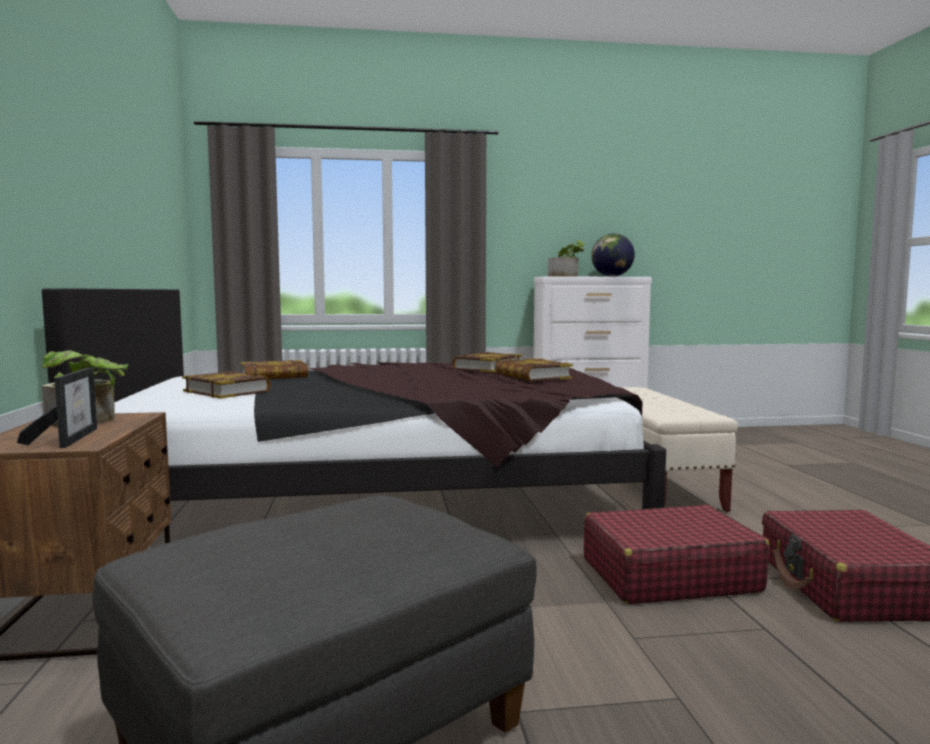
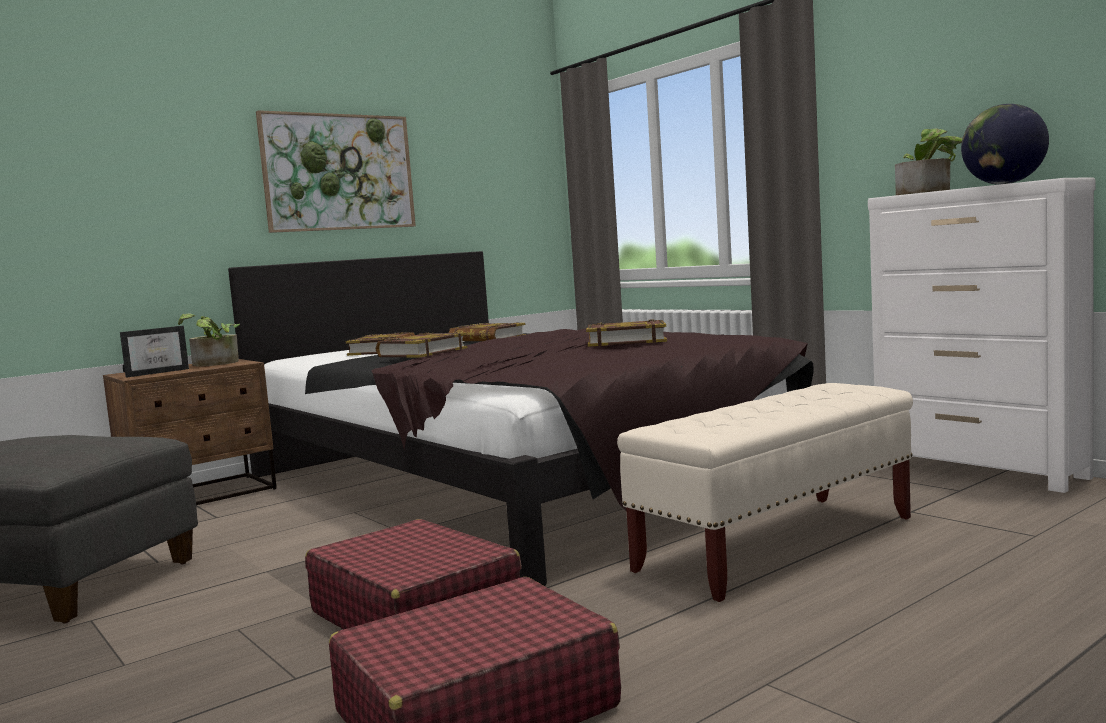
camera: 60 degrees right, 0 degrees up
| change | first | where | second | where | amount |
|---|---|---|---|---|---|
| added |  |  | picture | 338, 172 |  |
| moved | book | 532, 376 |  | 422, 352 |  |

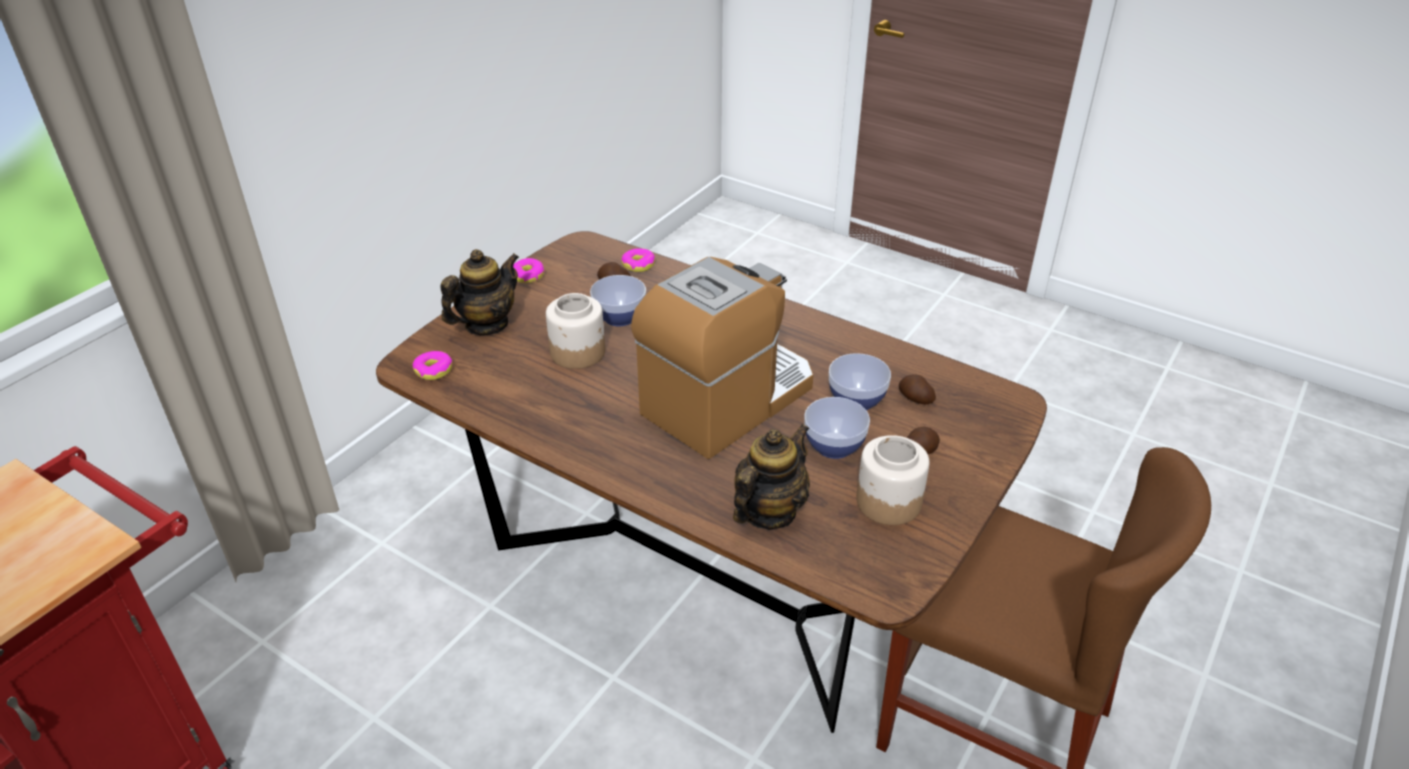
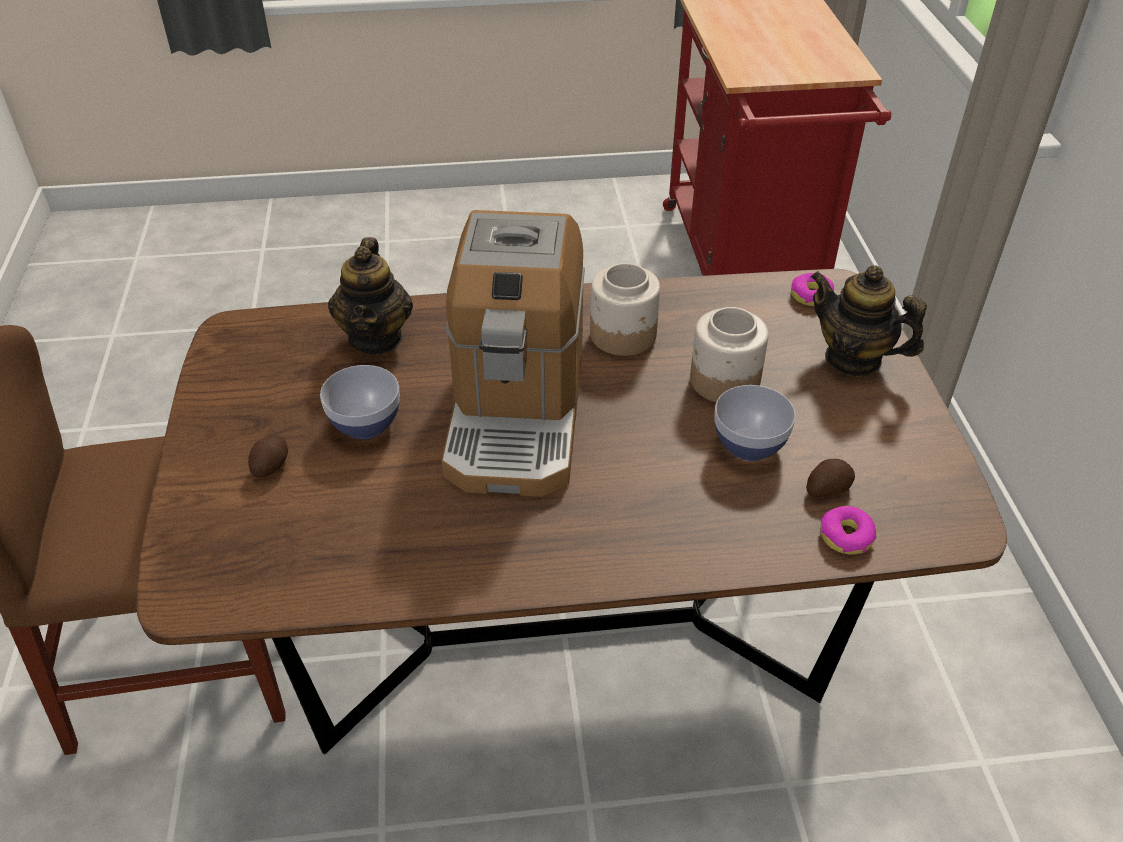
camera: 140 degrees right, 5 degrees up
| change | first | where | second | where | amount |
|---|---|---|---|---|---|
| removed | donut | 528, 276 |  |  |  |
| removed | bowl | 856, 400 |  |  |  |
| removed | potato | 915, 398 |  |  |  |
| moved | jar | 888, 501 |  | 624, 335 |  |
| turned | teapot | 486, 324 |  | 853, 359 | 120 degrees clockwise |

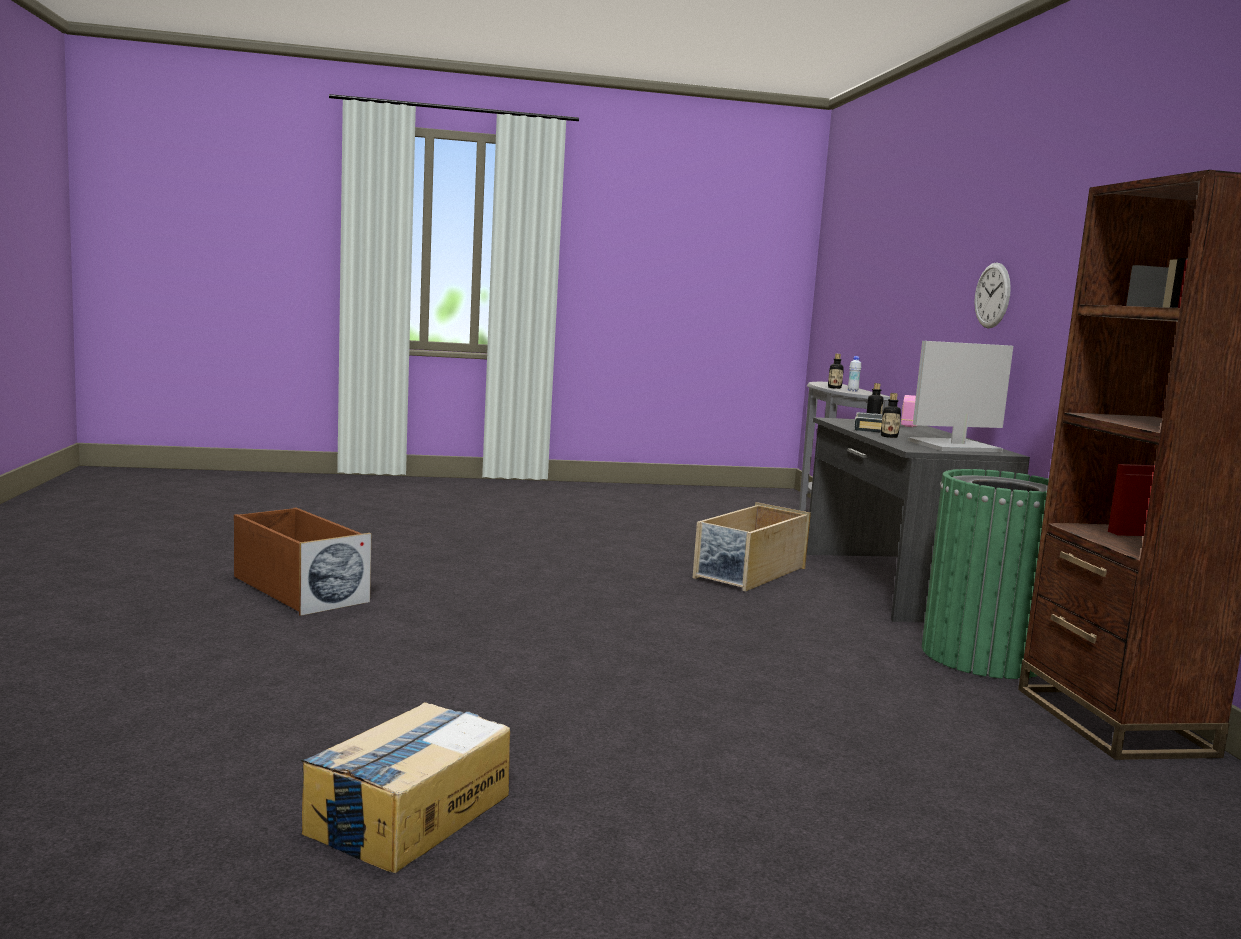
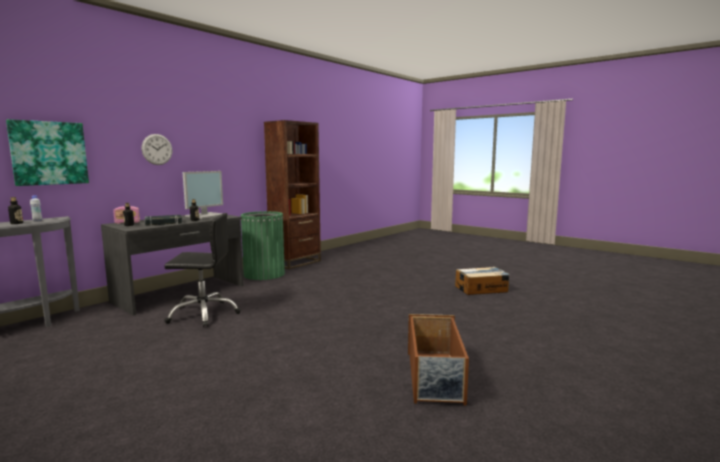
camera: 130 degrees left, 0 degrees up
| change | first | where | second | where | amount |
|---|---|---|---|---|---|
| added |  |  | picture | 49, 153 |  |
| replaced | beige storage box | 749, 573 | black office chair | 203, 314 |  |
| turned | monitor | 953, 446 |  | 206, 216 | 90 degrees counterclockwise |

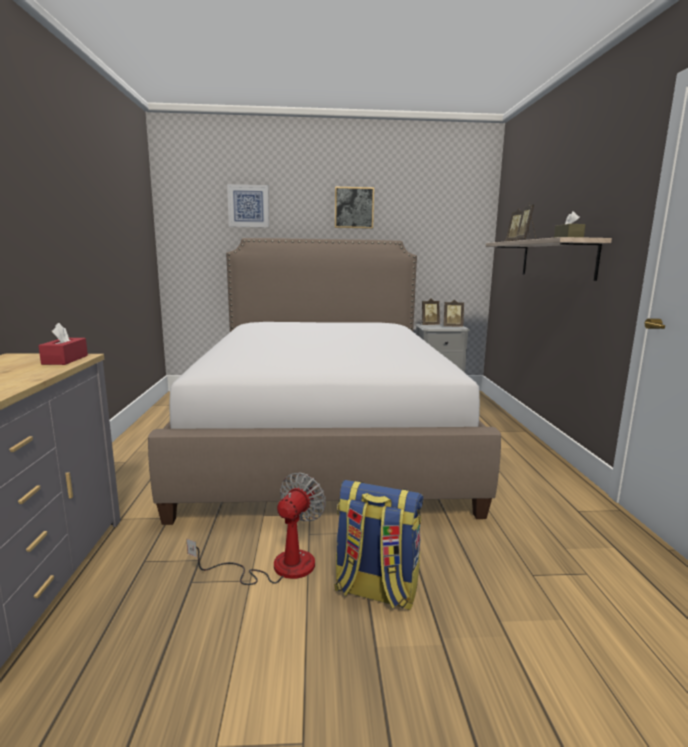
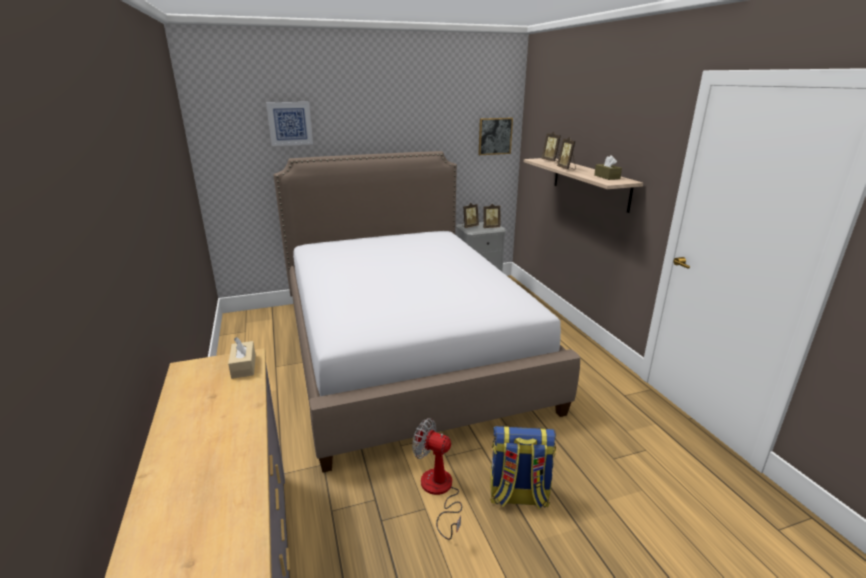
camera: 15 degrees left, 10 degrees up
| change | first | where | second | where | amount |
|---|---|---|---|---|---|
| moved | picture | 354, 207 |  | 495, 136 |  |
| recoloured | red tissue box | 65, 360 | beige tissue box | 243, 366 |  |
| turned | fan | 277, 567 |  | 439, 492 | 75 degrees counterclockwise |

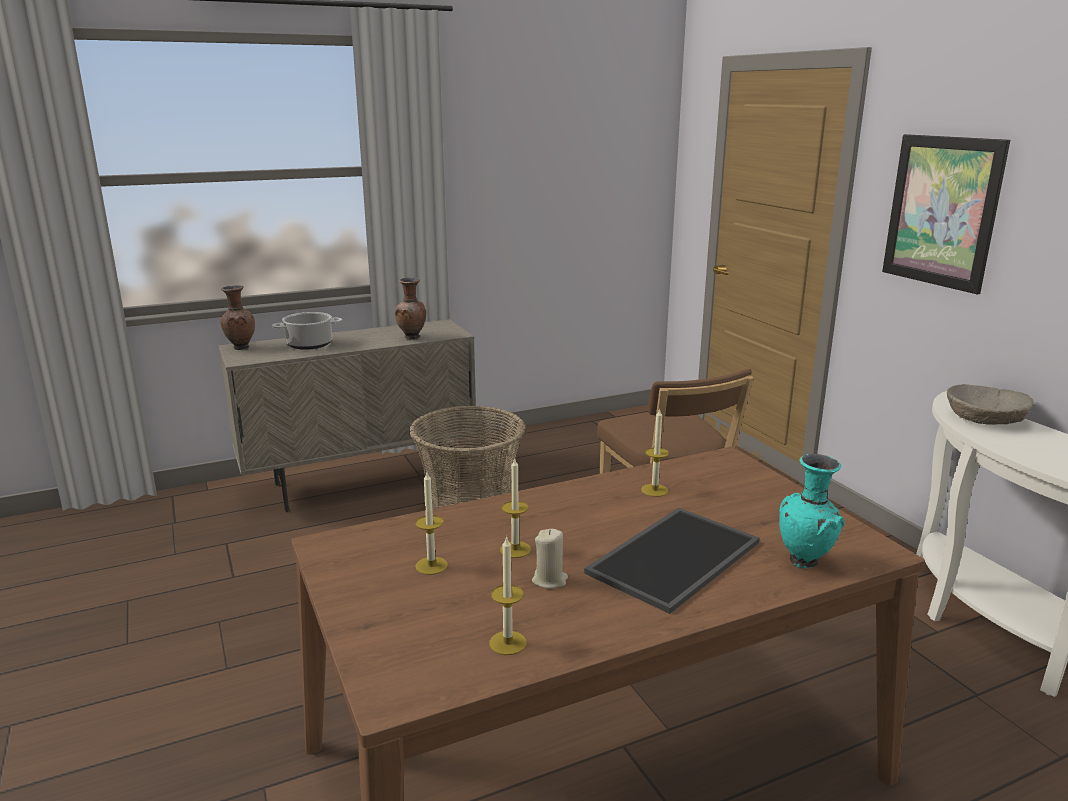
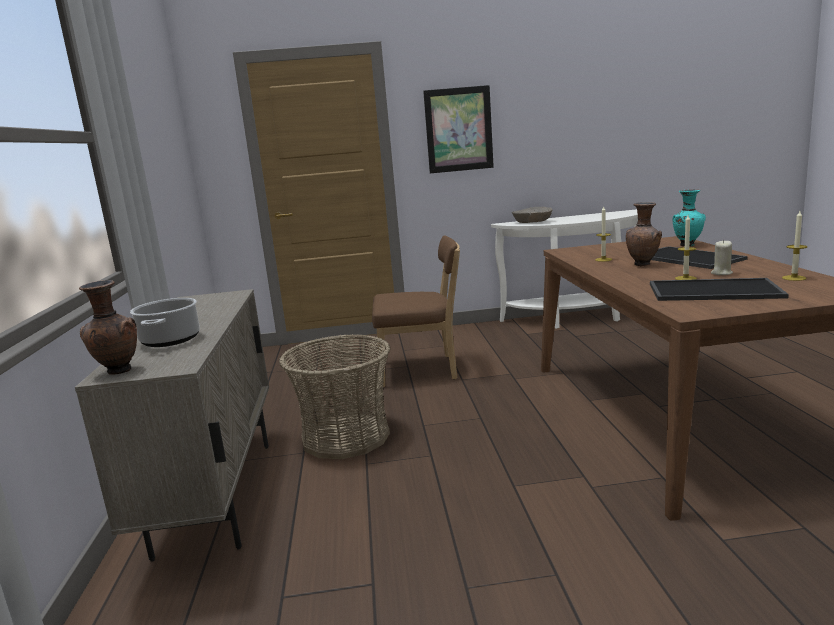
camera: 70 degrees left, 5 degrees down
| change | first | where | second | where | amount |
|---|---|---|---|---|---|
| moved | brown vase | 412, 338 |  | 643, 265 |  |
| replaced | candle | 431, 565 | tray | 712, 291 |  |

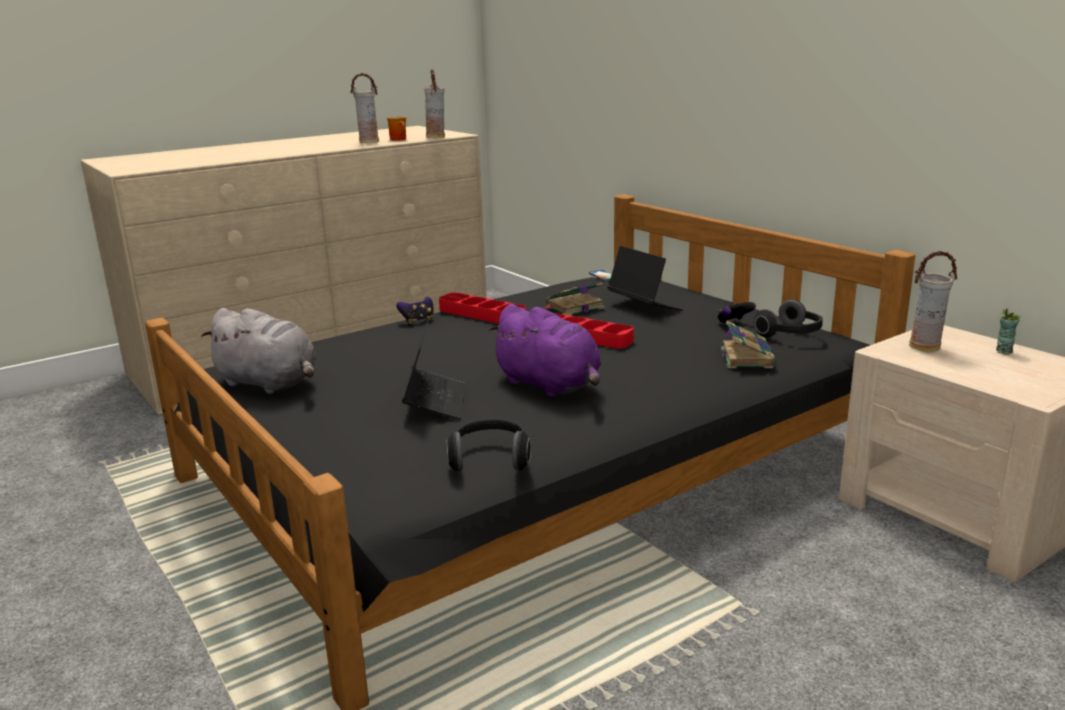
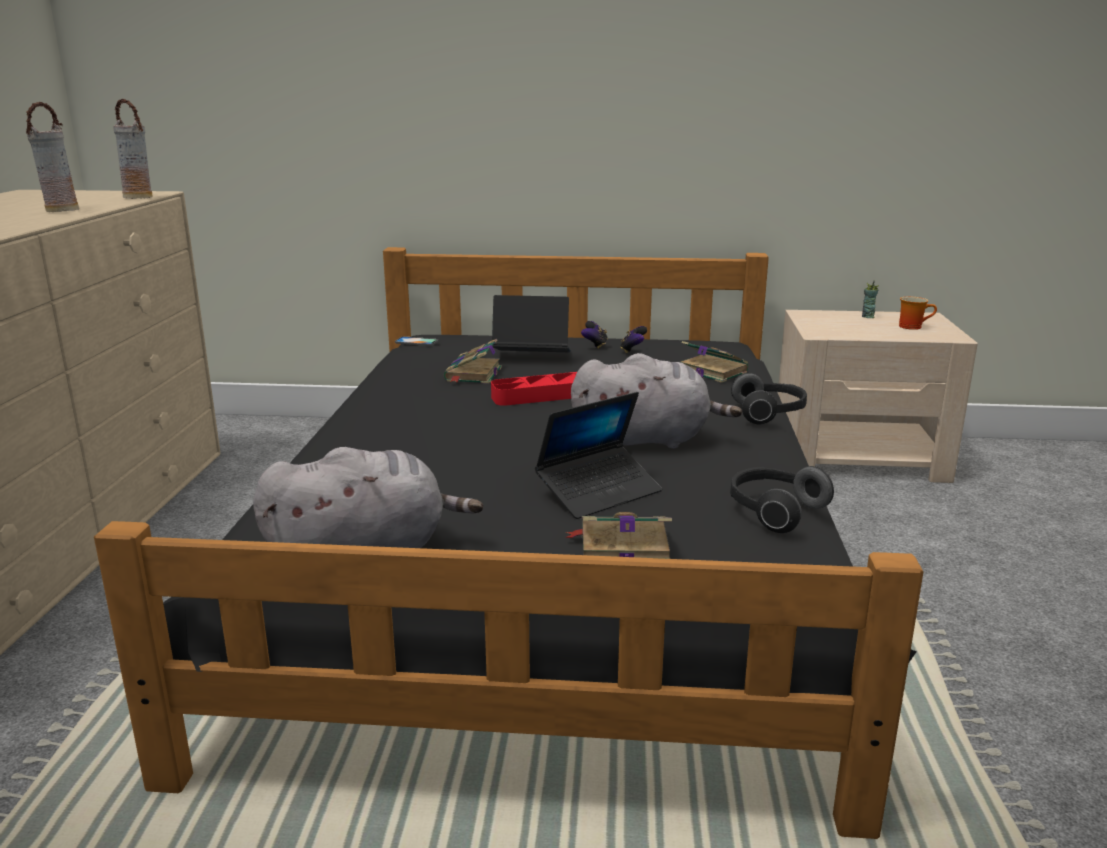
camera: 50 degrees left, 0 degrees up
| change | first | where | second | where | amount |
|---|---|---|---|---|---|
| removed | red tray | 482, 314 |  |  |  |
| removed | vase | 925, 347 |  |  |  |
| added |  |  | book | 621, 547 |  |
| moved | mug | 400, 139 |  | 912, 326 |  |
| moved | game controller | 417, 320 |  | 594, 345 |  |
| moved | headphones | 791, 334 |  | 769, 413 |  |
| recoloured | purple plush toy | 550, 385 | grey plush toy | 646, 440 |  |
| turned | laptop | 435, 402 |  | 599, 492 | 105 degrees clockwise |

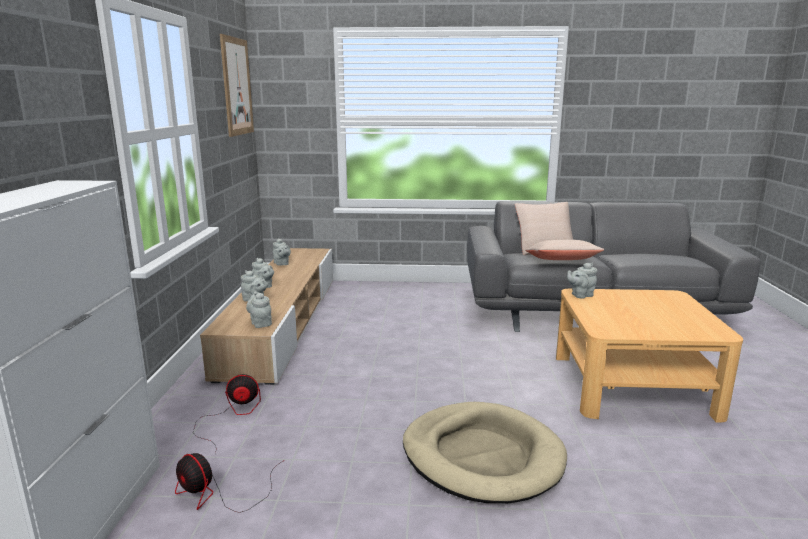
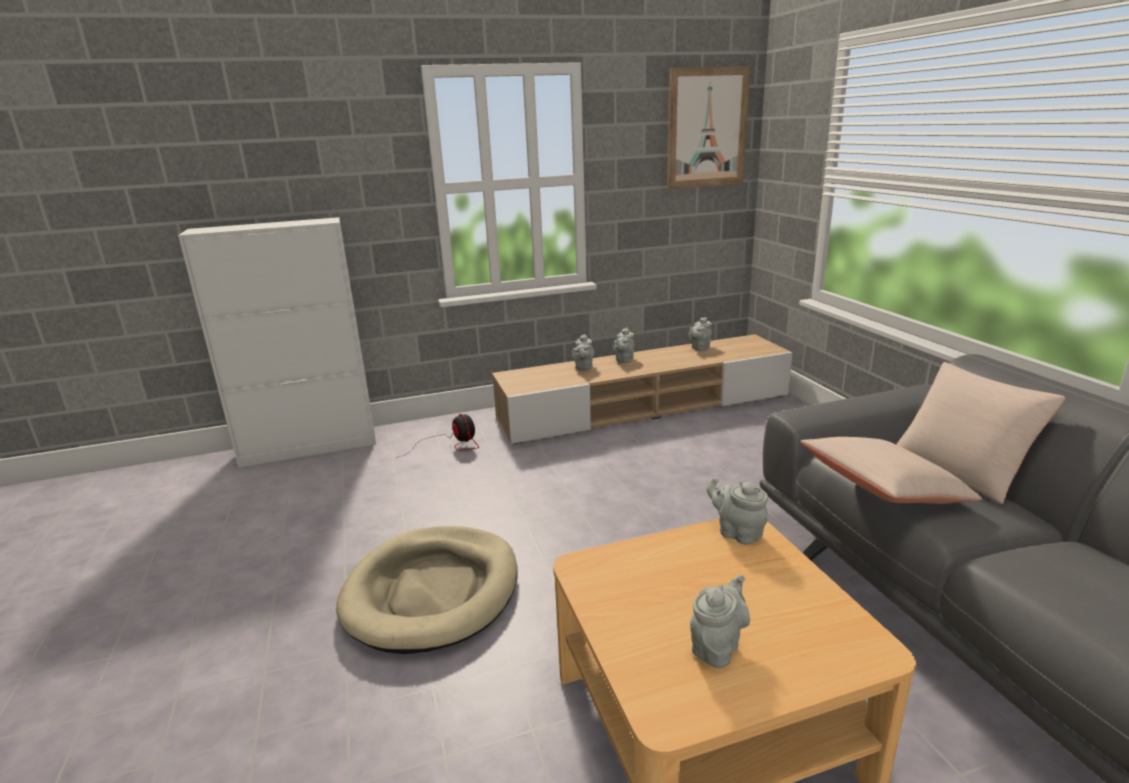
camera: 70 degrees right, 5 degrees up
| change | first | where | second | where | amount |
|---|---|---|---|---|---|
| removed | fan | 218, 494 |  |  |  |
| moved | grey teapot | 260, 323 |  | 717, 646 |  |

